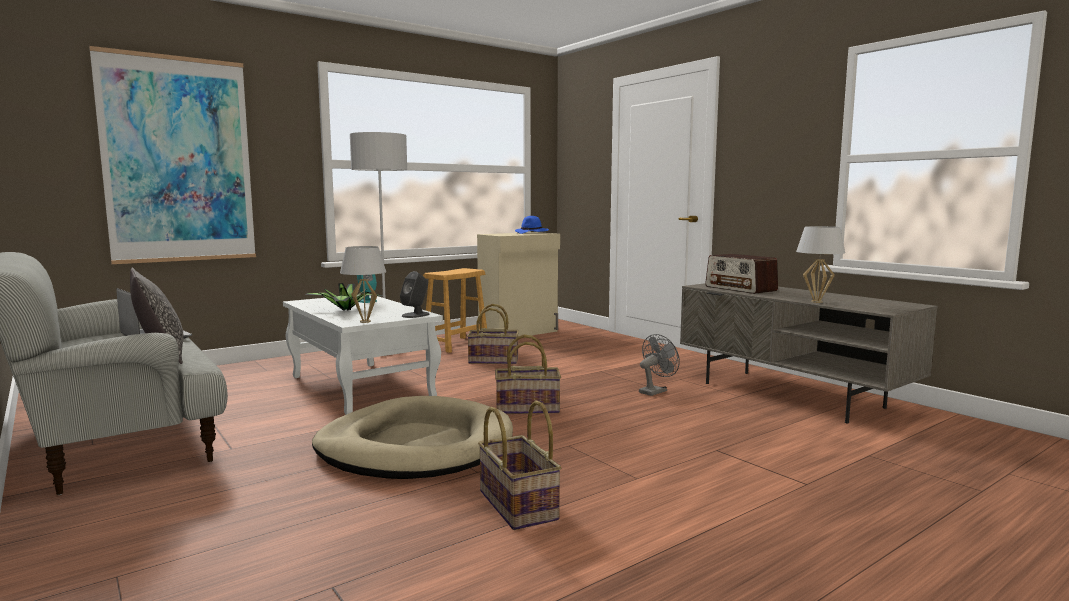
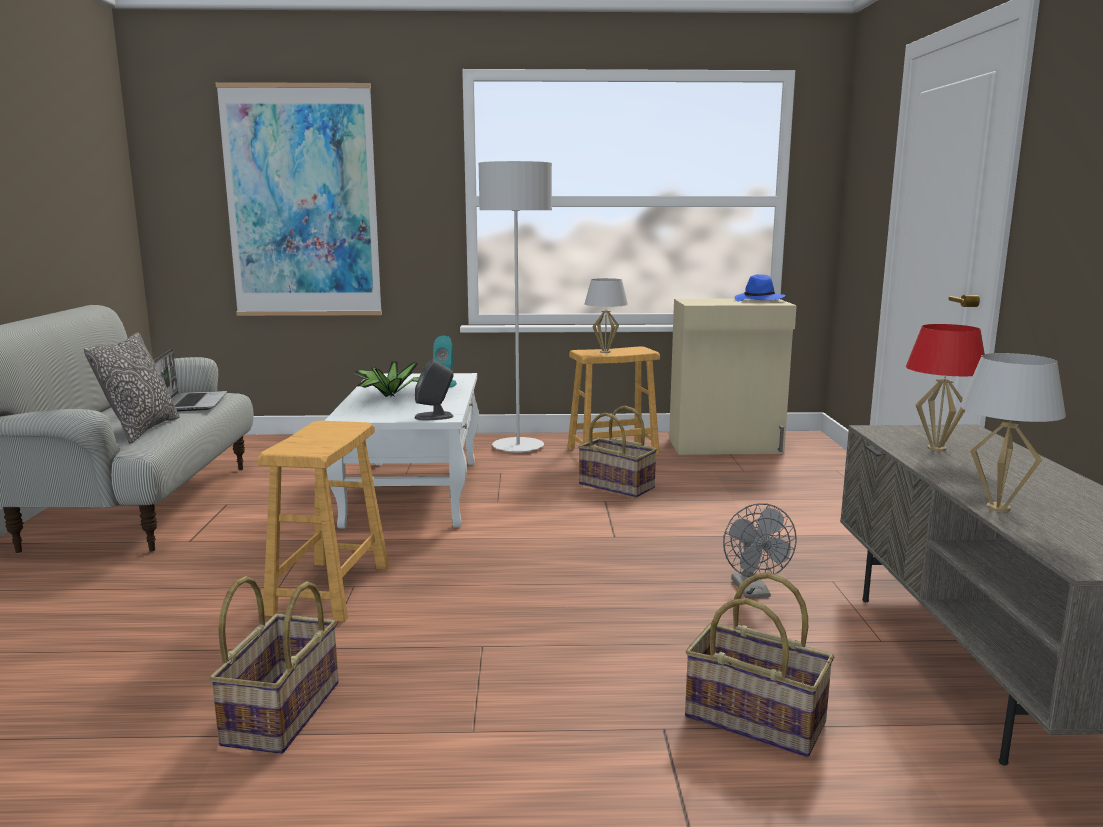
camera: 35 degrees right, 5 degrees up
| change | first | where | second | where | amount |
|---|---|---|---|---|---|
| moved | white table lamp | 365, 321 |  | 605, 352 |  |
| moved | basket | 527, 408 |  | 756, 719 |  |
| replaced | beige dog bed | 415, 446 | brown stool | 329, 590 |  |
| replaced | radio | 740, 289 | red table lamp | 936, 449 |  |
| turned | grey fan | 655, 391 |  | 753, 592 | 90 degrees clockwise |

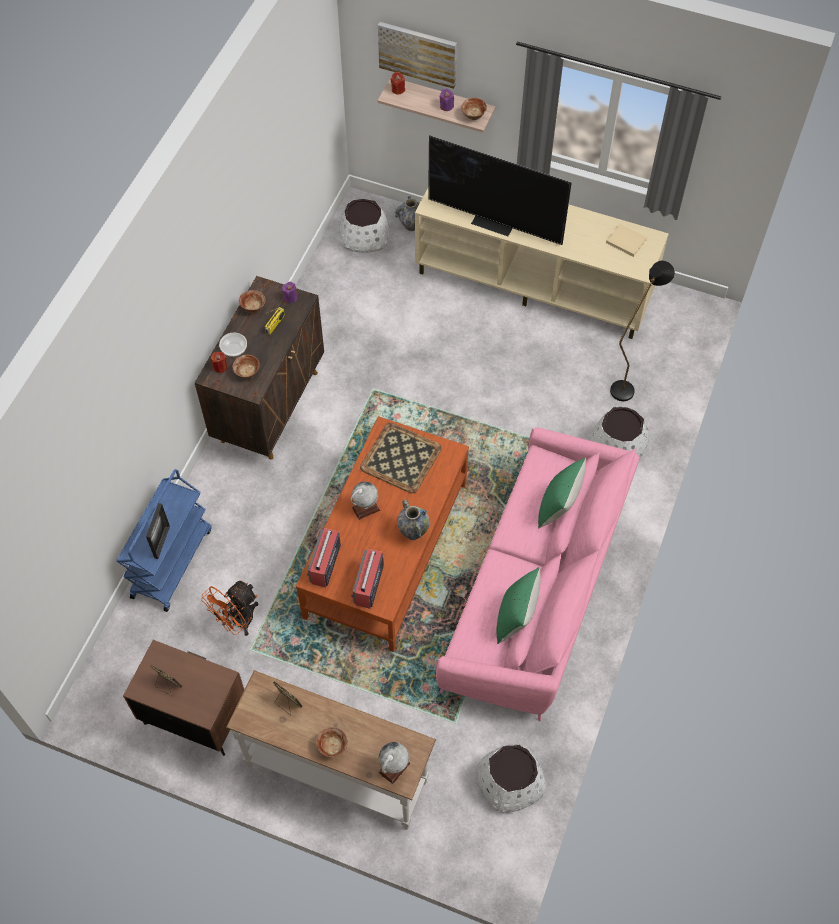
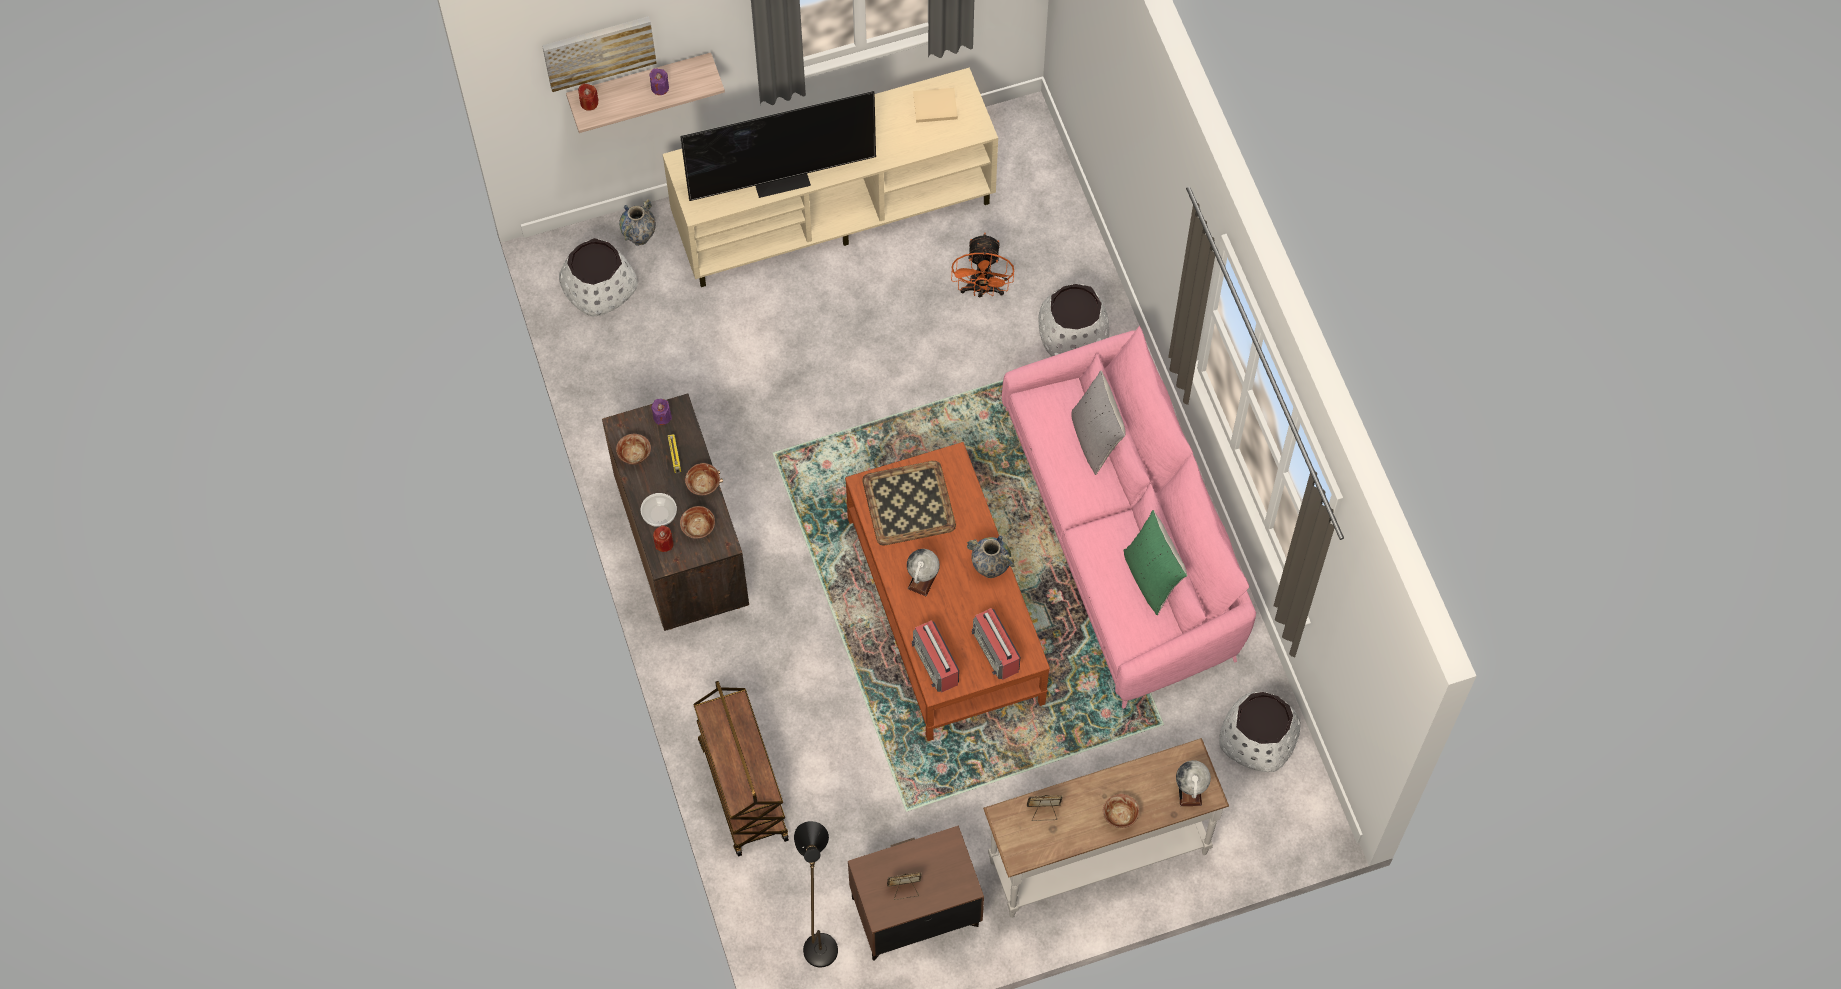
camera: 40 degrees left, 5 degrees up
| change | first | where | second | where | amount |
|---|---|---|---|---|---|
| removed | picture frame | 162, 542 |  |  |  |
| moved | orange fan | 237, 621 |  | 982, 290 |  |
| moved | bowl | 473, 116 |  | 704, 486 |  |
| moved | black floor lamp | 626, 385 |  | 819, 937 |  |
| recoloured | blue cart | 171, 562 | brown cart | 742, 789 |  |
| recoloured | green pillow | 558, 507 | grey pillow | 1095, 439 |  |

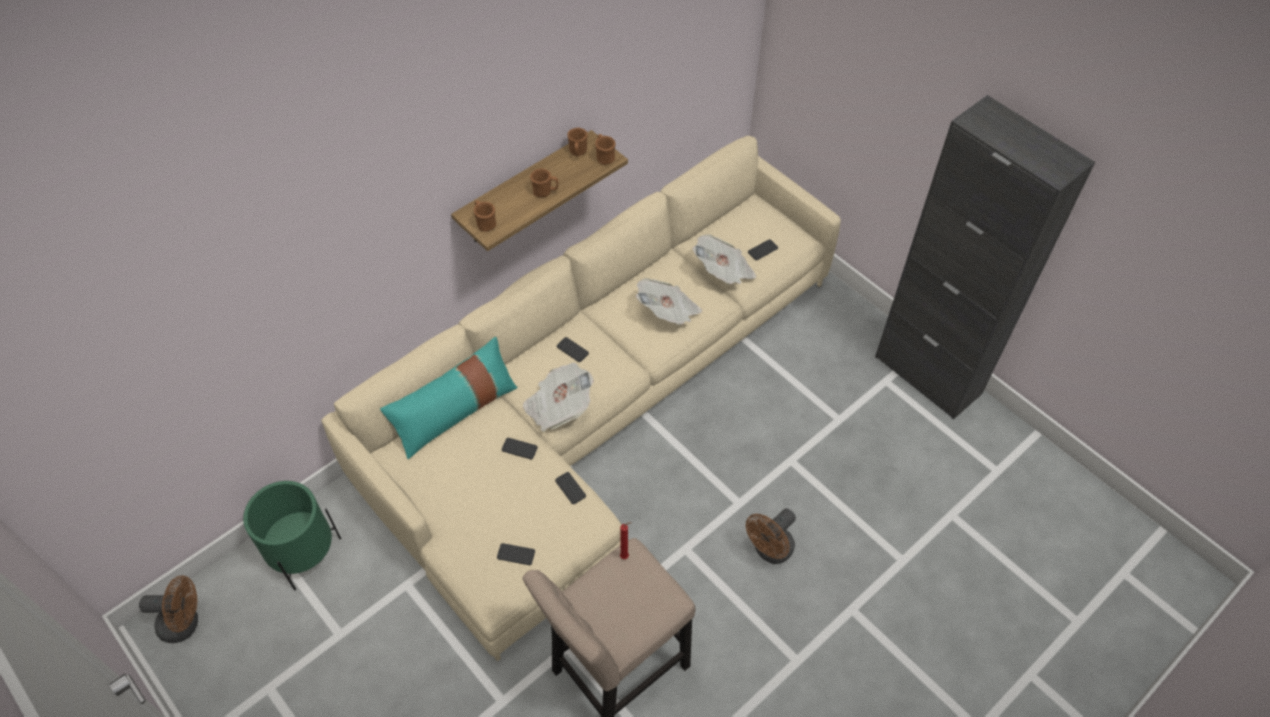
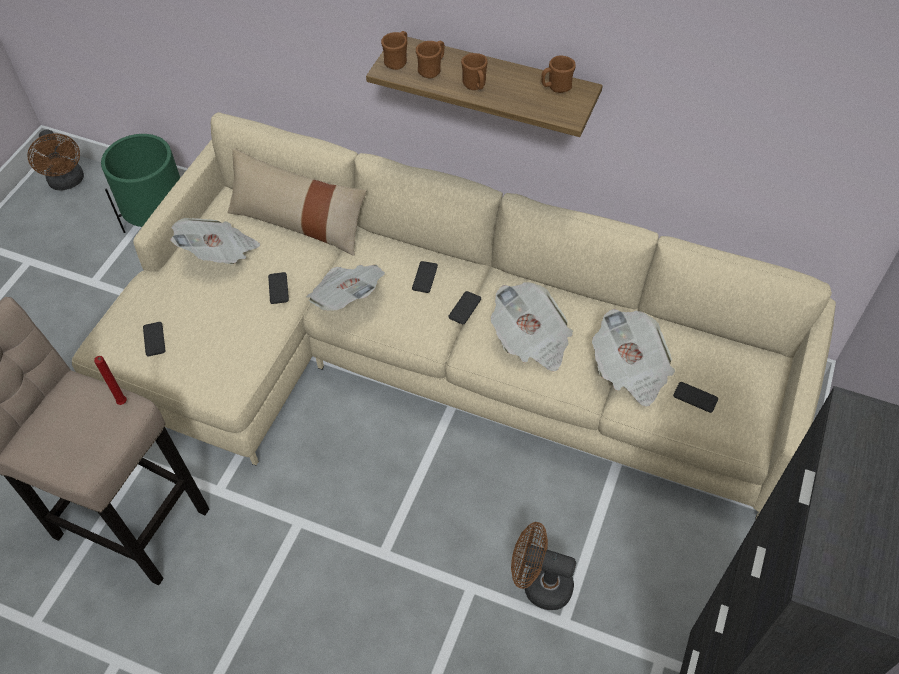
camera: 65 degrees right, 0 degrees up
| change | first | where | second | where | amount |
|---|---|---|---|---|---|
| added |  |  | newspaper | 220, 254 |  |
| moved | phone | 570, 488 |  | 464, 308 |  |
| moved | brown mug | 604, 157 |  | 432, 70 |  |
| moved | brown fan | 769, 551 |  | 539, 584 |  |
| recoloured | turquoise pillow | 455, 412 | beige pillow | 298, 222 |  |

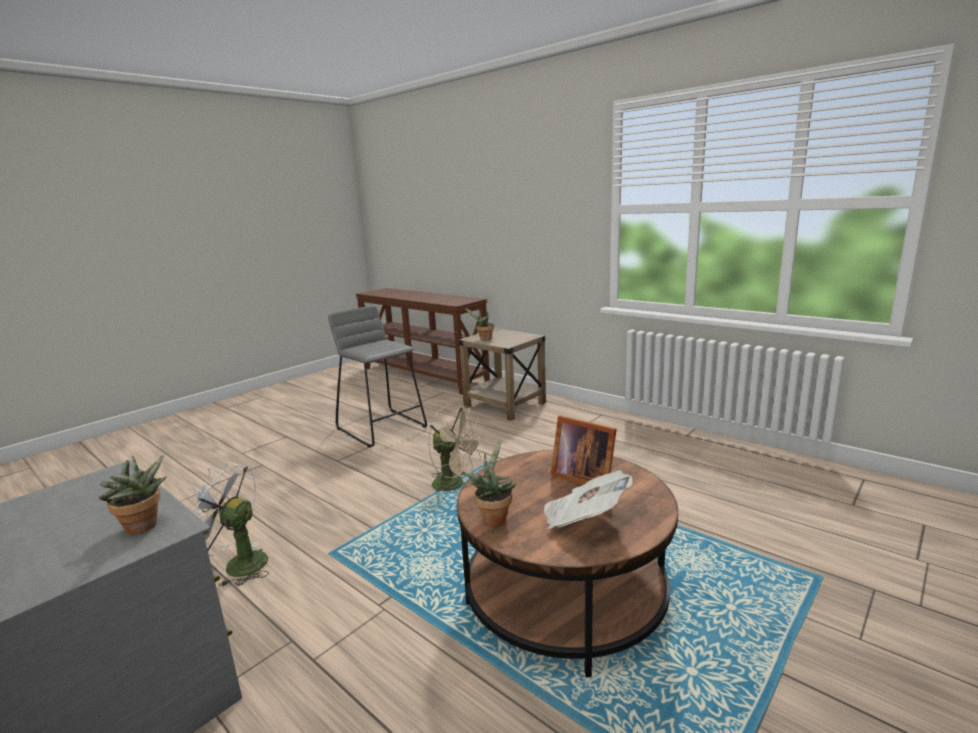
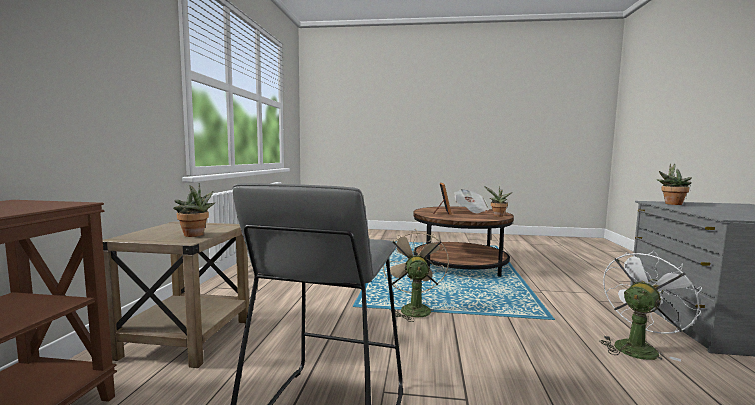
camera: 125 degrees left, 10 degrees down
| change | first | where | second | where | amount |
|---|---|---|---|---|---|
| turned | white fan | 237, 564 |  | 638, 347 | 105 degrees counterclockwise |

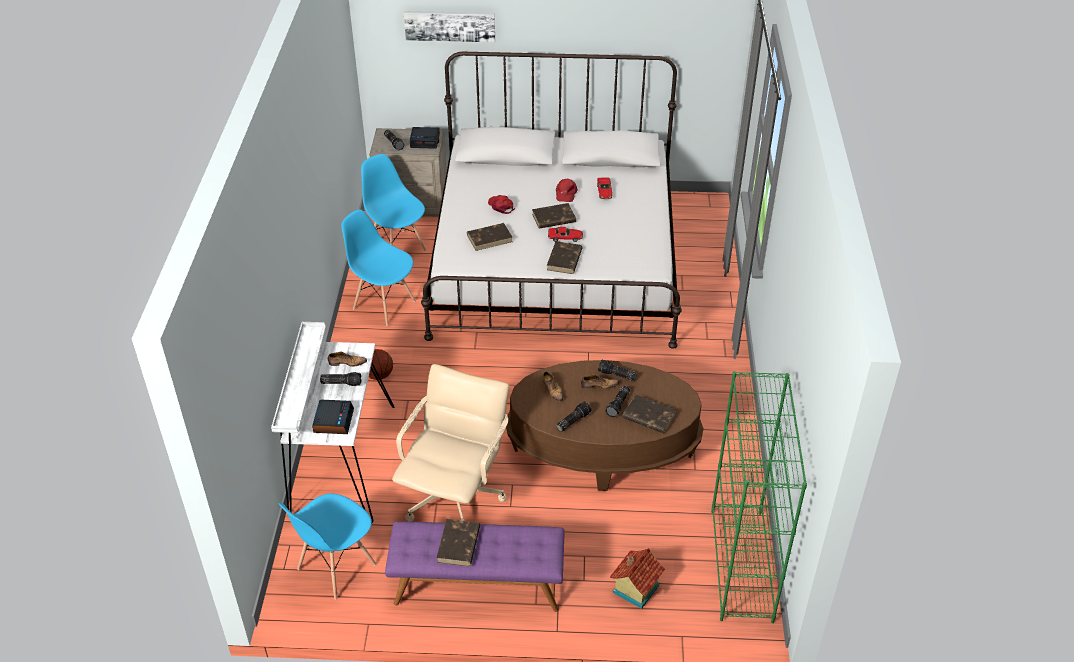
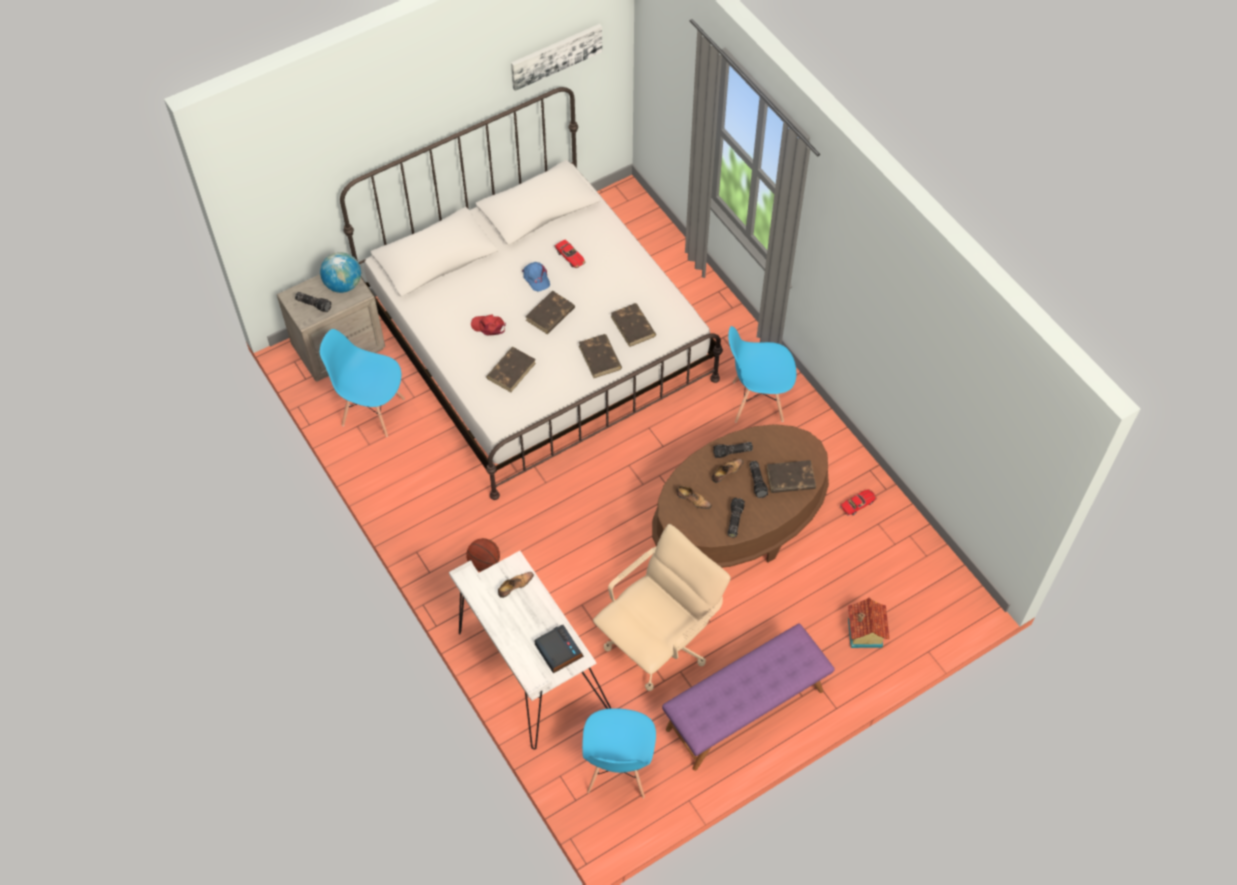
camera: 35 degrees left, 15 degrees up
| change | first | where | second | where | amount |
|---|---|---|---|---|---|
| removed | flashlight | 342, 382 |  |  |  |
| removed | green bookcase | 742, 565 |  |  |  |
| moved | blue chair | 384, 304 |  | 757, 401 |  |
| moved | picture | 450, 25 |  | 556, 55 |  |
| moved | brown book | 458, 545 |  | 633, 327 |  |
| moved | toy car | 565, 237 |  | 858, 504 |  |
| replaced | alarm clock | 425, 141 | globe | 343, 284 |  |
| recoloured | red cap | 565, 193 | blue cap | 536, 278 |  |
| turned | beige office chair | 455, 498 |  | 659, 642 | 60 degrees clockwise |

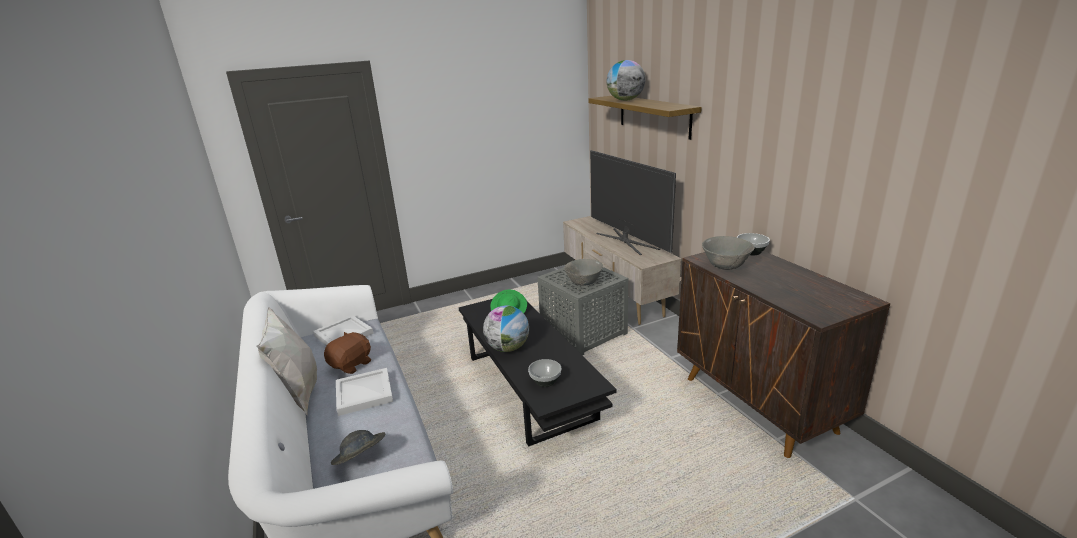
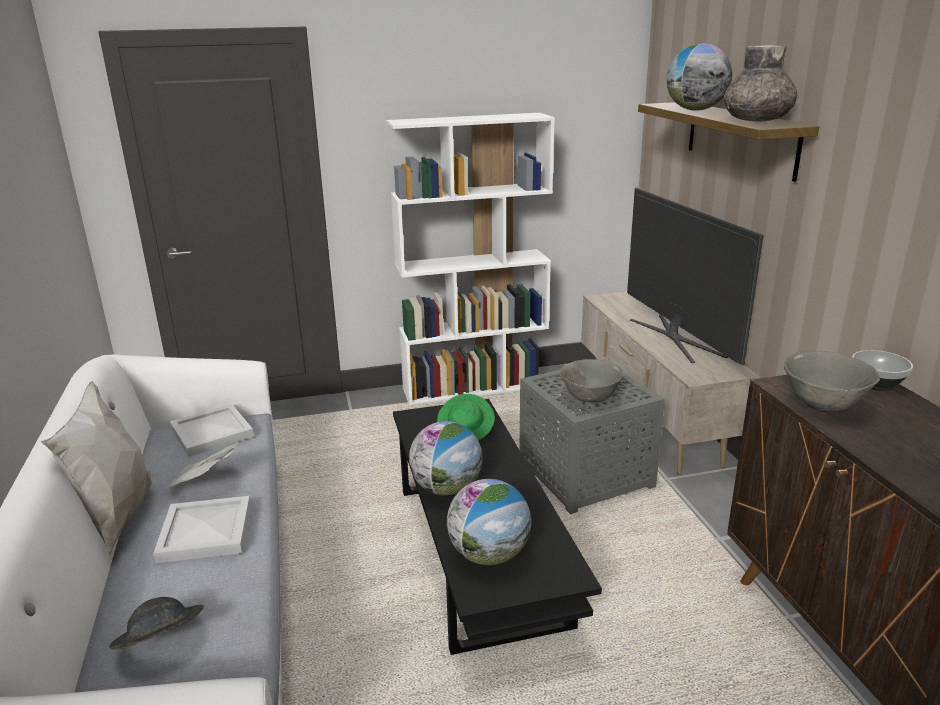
camera: 10 degrees right, 0 degrees up
| change | first | where | second | where | amount |
|---|---|---|---|---|---|
| added |  |  | white bookcase | 475, 387 |  |
| added |  |  | grey vase | 757, 120 |  |
| replaced | brown plush toy | 352, 365 | newspaper | 205, 482 |  |
| replaced | bowl | 545, 381 | globe | 489, 555 |  |

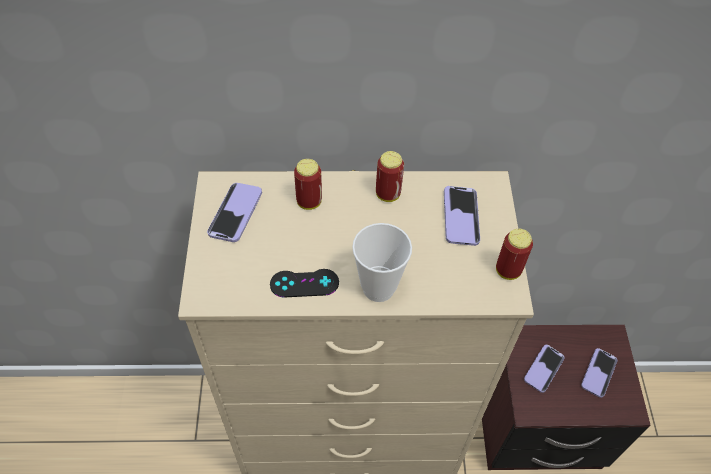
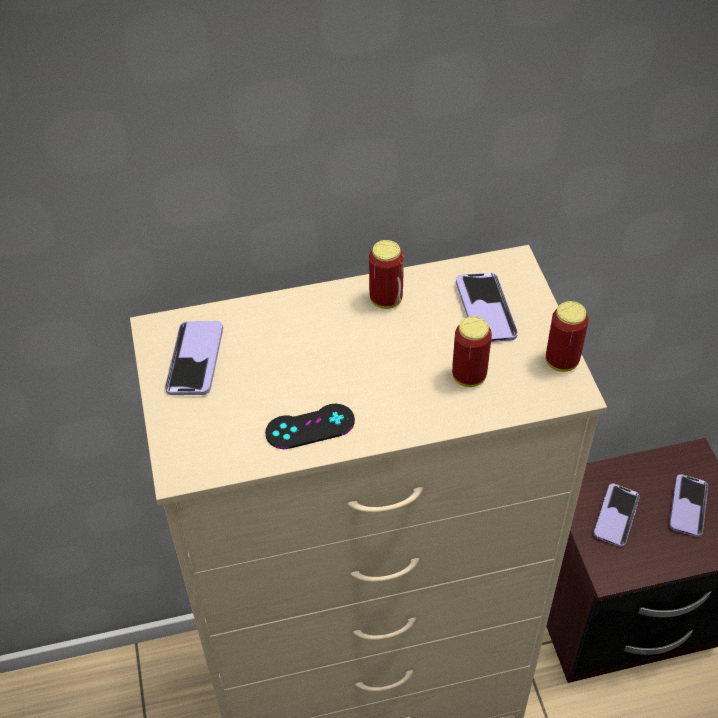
camera: 10 degrees left, 5 degrees down
| change | first | where | second | where | amount |
|---|---|---|---|---|---|
| removed | cup | 378, 288 |  |  |  |
| moved | can | 309, 202 |  | 469, 376 |  |

